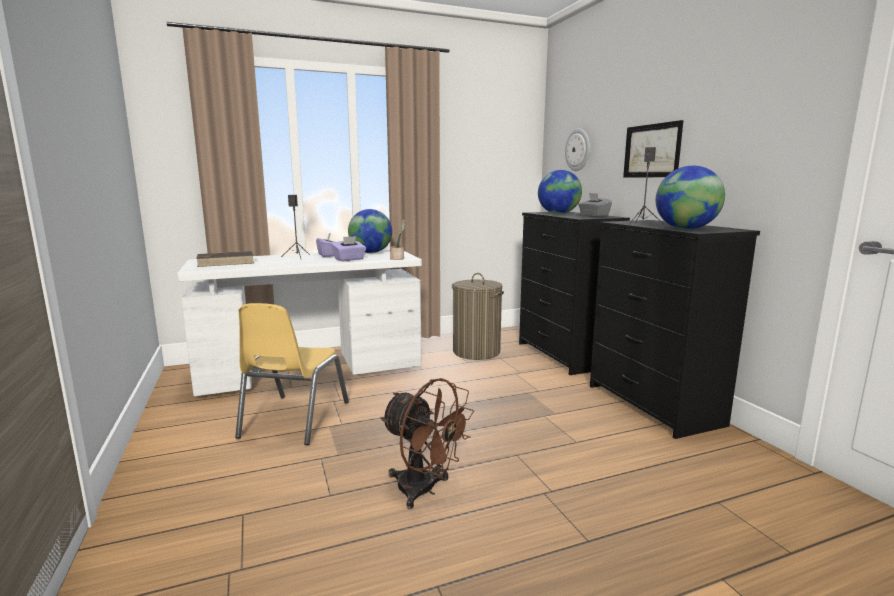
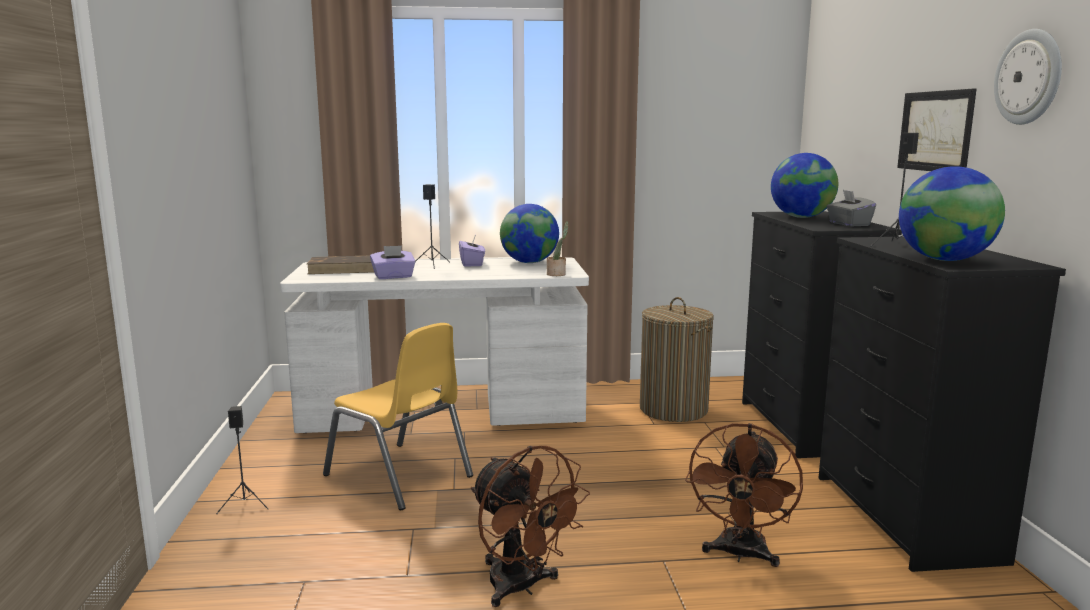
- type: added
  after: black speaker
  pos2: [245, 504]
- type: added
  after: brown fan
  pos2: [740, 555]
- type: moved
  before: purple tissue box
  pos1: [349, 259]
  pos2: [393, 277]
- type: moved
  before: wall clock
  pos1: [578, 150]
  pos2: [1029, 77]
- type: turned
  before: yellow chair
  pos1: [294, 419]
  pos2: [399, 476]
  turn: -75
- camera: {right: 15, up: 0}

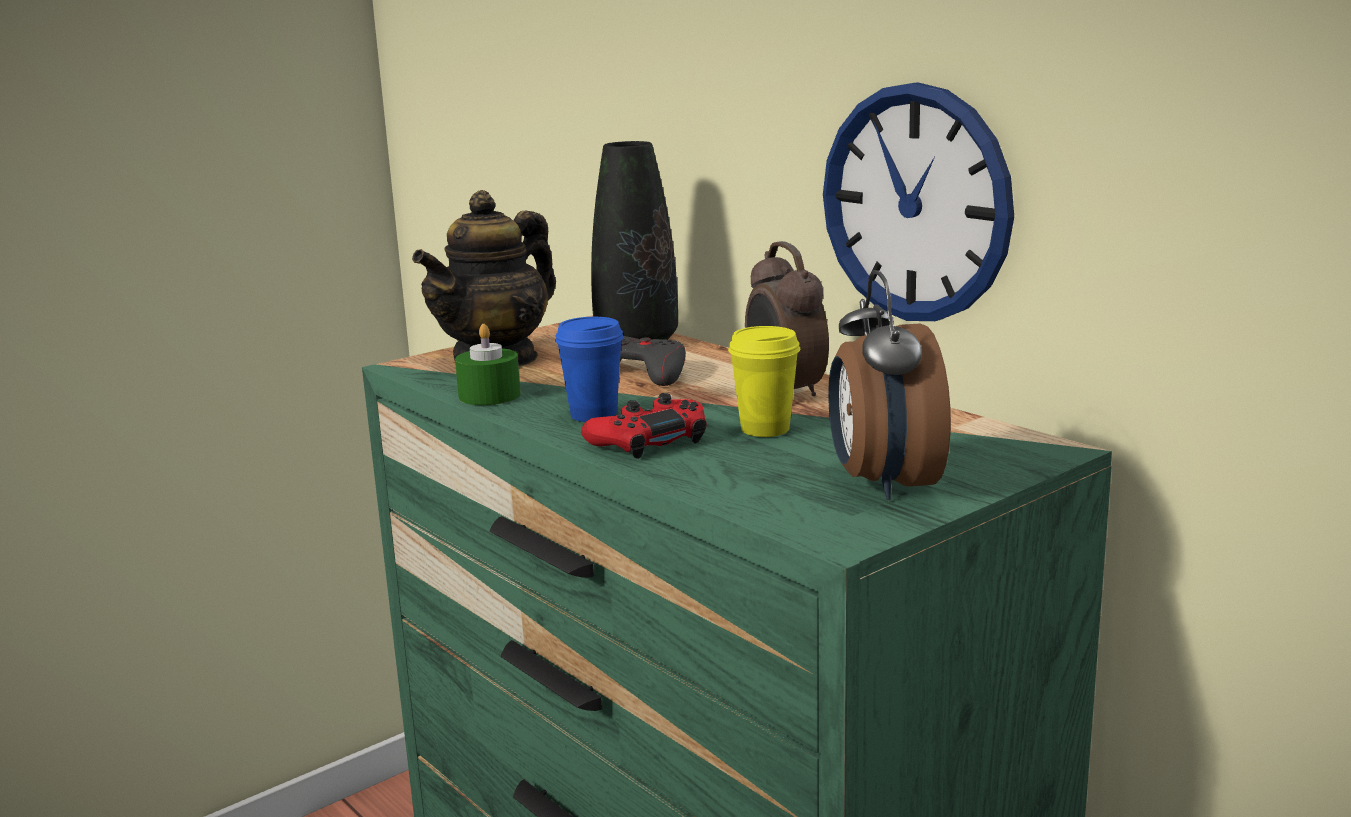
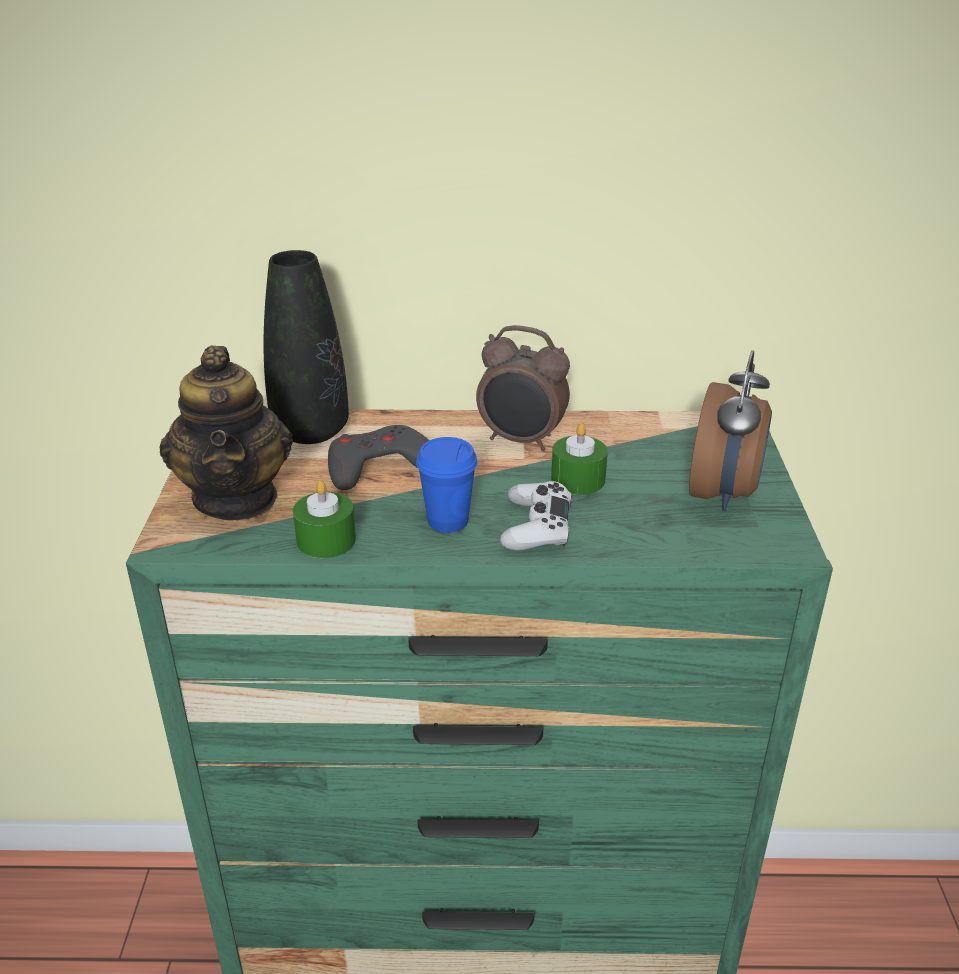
- type: removed
  before: wall clock
  pos1: [915, 204]
- type: replaced
  before: yellow cup
  after: green candle
  pos1: [765, 429]
  pos2: [578, 479]
- type: recoloured
  before: red game controller
  after: white game controller
  pos1: [648, 441]
  pos2: [536, 527]
- type: turned
  before: alarm clock
  pos1: [882, 484]
  pos2: [724, 493]
  turn: -105
- camera: {right: -50, up: 15}

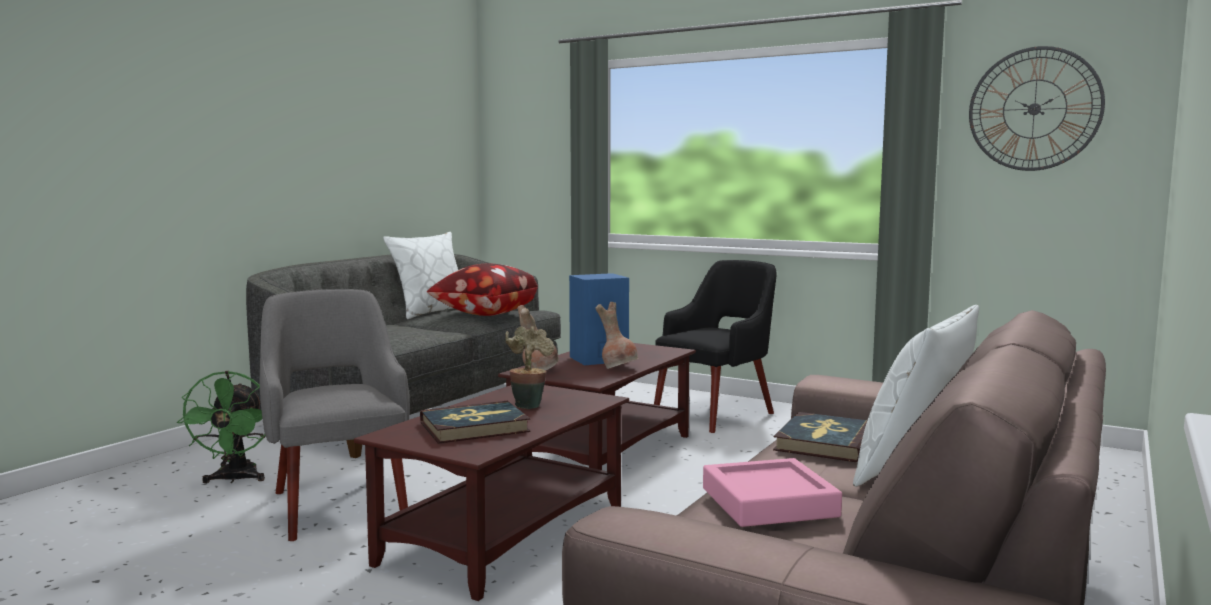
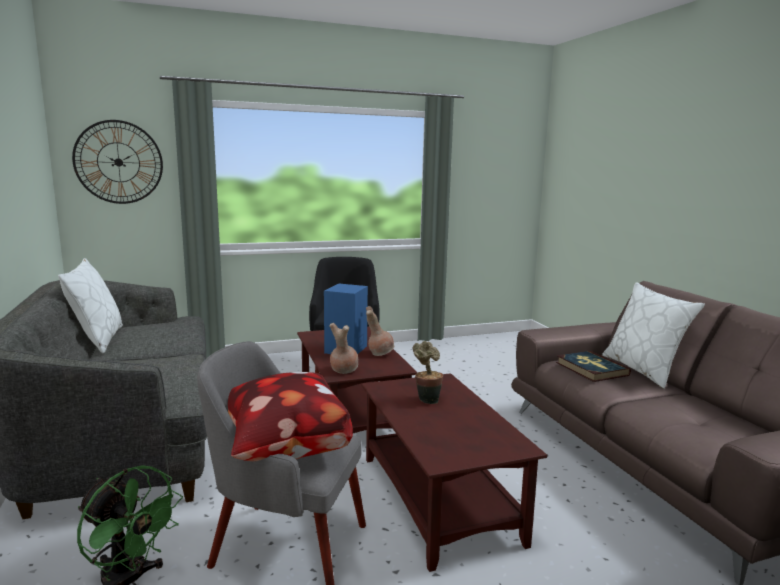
- type: removed
  before: book
  pos1: [474, 427]
- type: removed
  before: pink tray
  pos1: [769, 502]
- type: moved
  before: pillow
  pos1: [484, 314]
  pos2: [283, 449]
- type: moved
  before: wall clock
  pos1: [1034, 109]
  pos2: [118, 162]
- camera: {right: -50, up: 5}

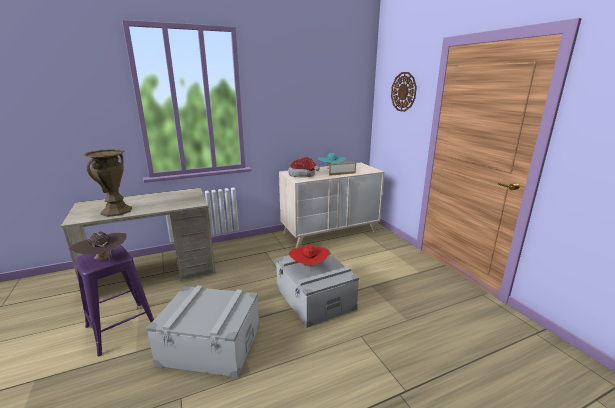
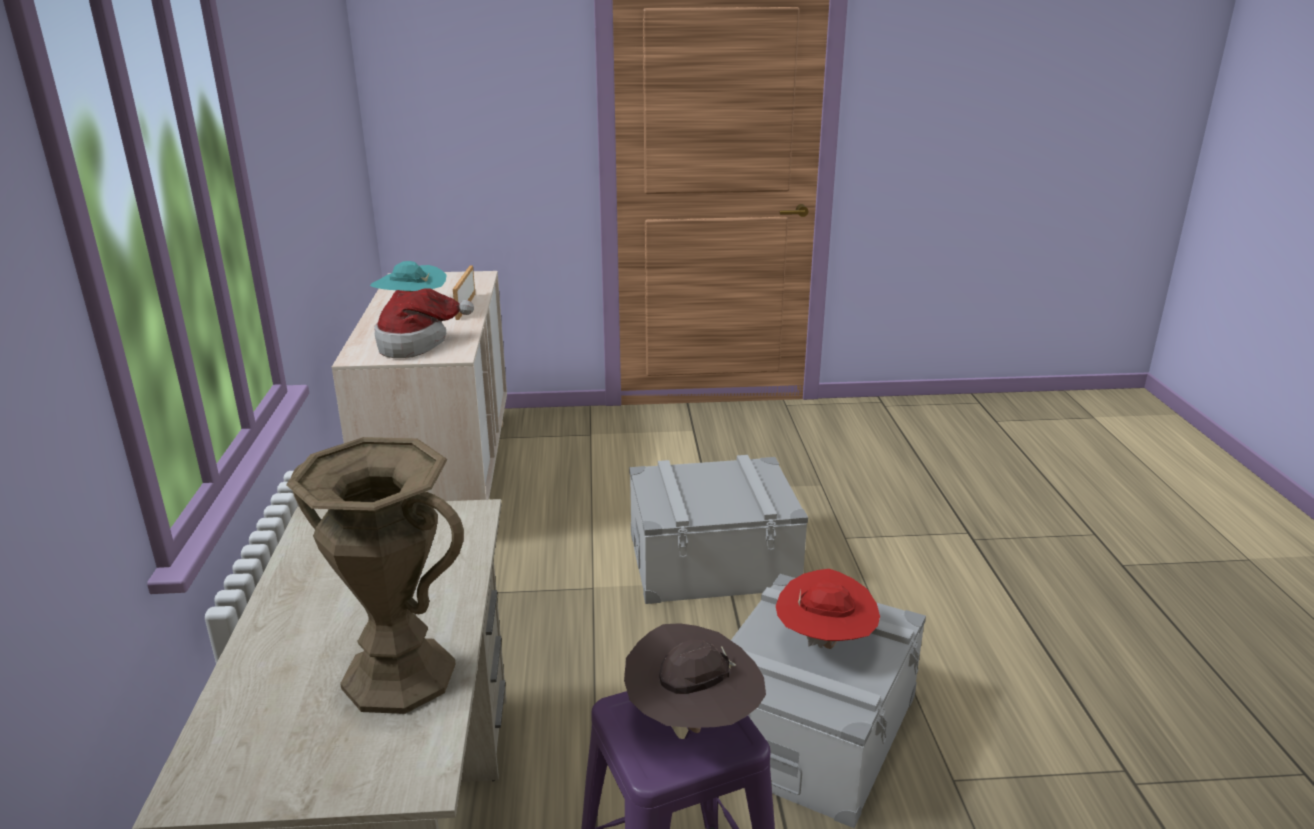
- type: removed
  before: wall clock
  pos1: [403, 92]
- type: moved
  before: red hat
  pos1: [309, 267]
  pos2: [825, 642]
- camera: {right: -70, up: 5}

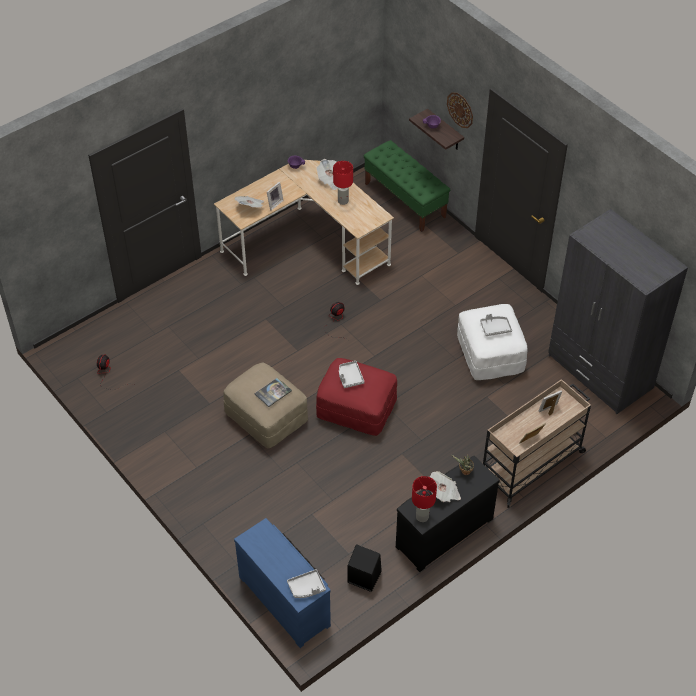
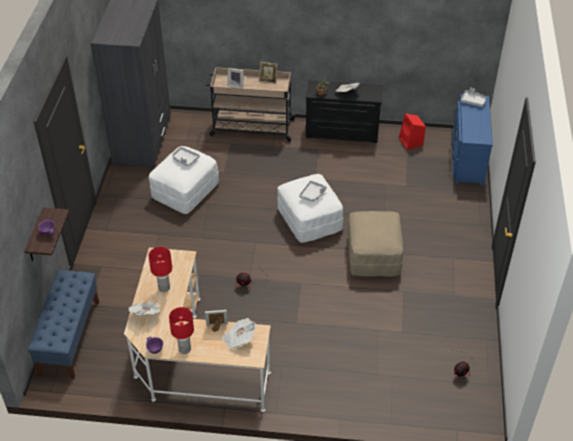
- type: removed
  before: book
  pos1: [273, 392]
- type: removed
  before: wall clock
  pos1: [460, 110]
- type: moved
  before: red table lamp
  pos1: [421, 516]
  pos2: [185, 349]
- type: recoloured
  before: red ottoman
  after: white ottoman
  pos1: [356, 409]
  pos2: [310, 220]
- type: recoloured
  before: black speaker
  after: red speaker
  pos1: [363, 577]
  pos2: [411, 142]
- type: recoloured
  before: green bench
  after: blue bench
  pos1: [405, 200]
  pos2: [69, 337]
- camera: {right: -135, up: -5}

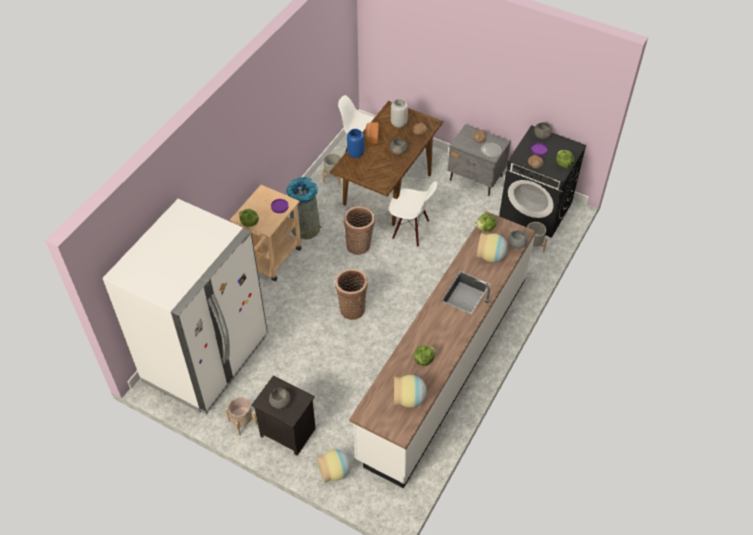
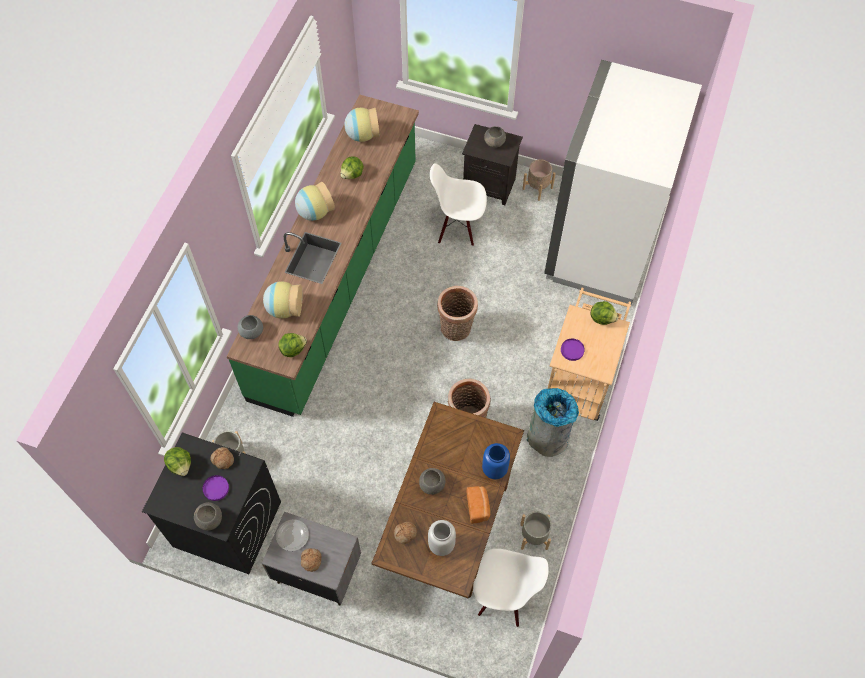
- type: moved
  before: vase
  pos1: [335, 472]
  pos2: [314, 212]
- type: moved
  before: white chair
  pos1: [410, 230]
  pos2: [458, 227]
- type: recoloured
  before: white counter
  after: green counter
  pos1: [444, 365]
  pos2: [337, 277]
- camera: {right: 170, up: 10}

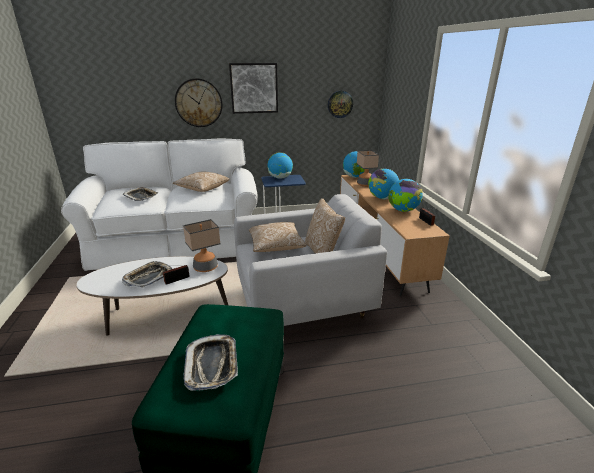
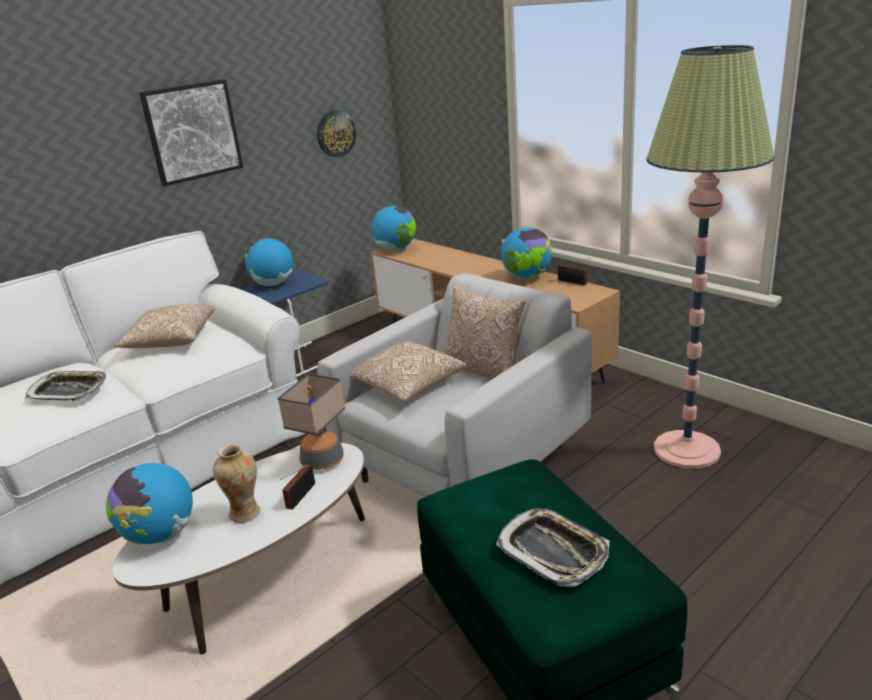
- type: removed
  before: wall clock
  pos1: [199, 103]
- type: removed
  before: table lamp
  pos1: [365, 184]
- type: added
  after: floor lamp
  pos2: [686, 450]
- type: moved
  before: globe
  pos1: [382, 198]
  pos2: [160, 535]
- type: replaced
  before: tray
  after: vase
  pos1: [148, 277]
  pos2: [245, 513]
- camera: {right: -30, up: 0}

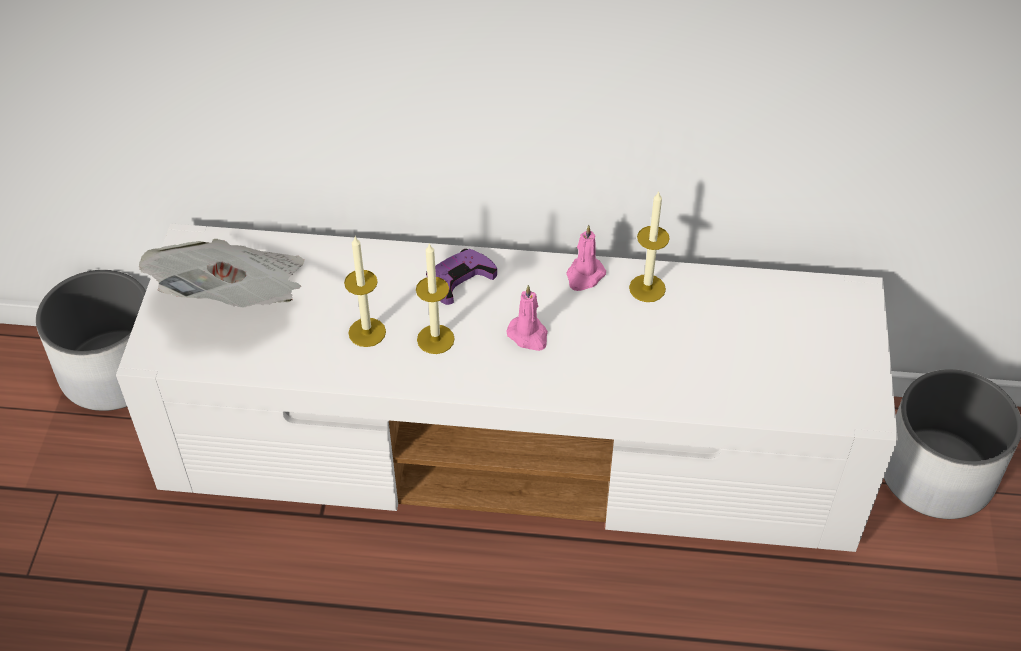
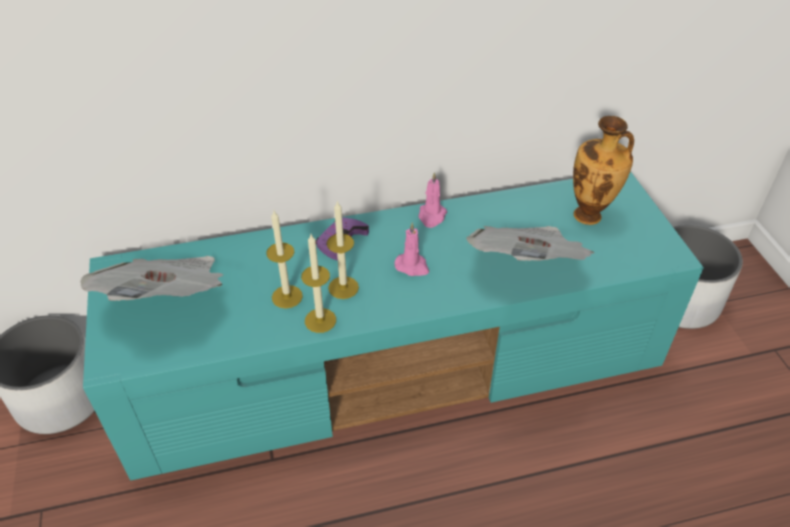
- type: added
  after: newspaper
  pos2: [526, 265]
- type: added
  after: vase
  pos2: [589, 216]
- type: moved
  before: candle
  pos1: [647, 288]
  pos2: [320, 320]
- type: recoloured
  before: white tv stand
  after: turquoise tv stand
  pos1: [515, 448]
  pos2: [397, 365]
- camera: {right: -20, up: -5}

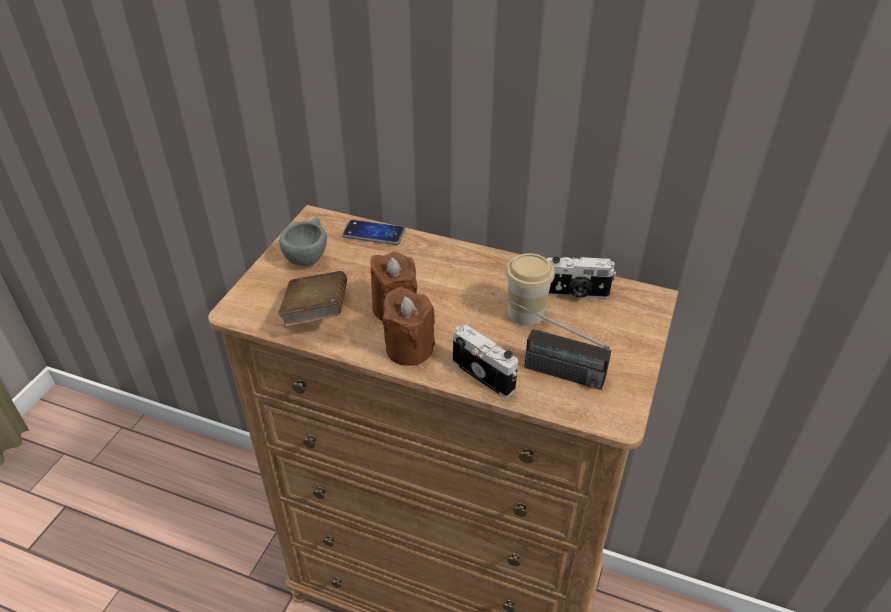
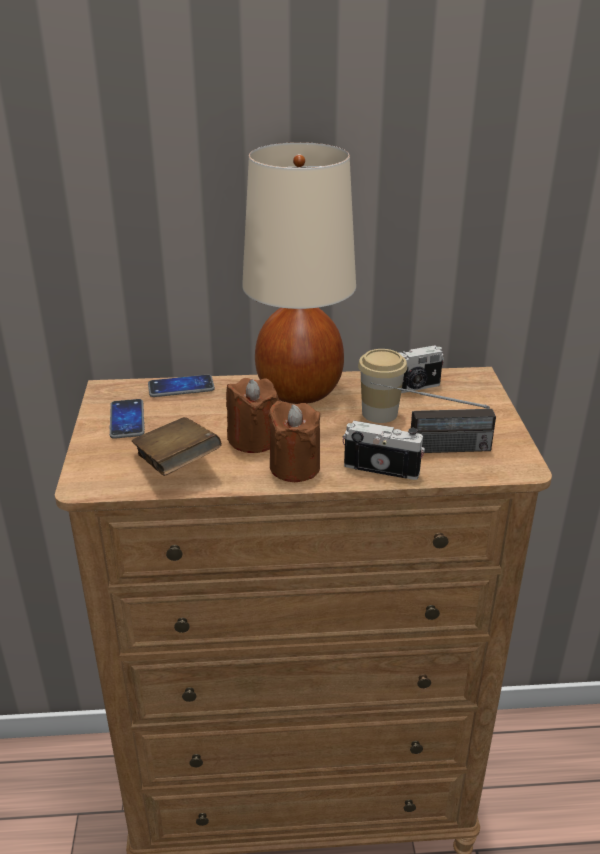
- type: added
  after: beige table lamp
  pos2: [300, 391]
- type: replaced
  before: grey cup
  after: phone
  pos1: [309, 255]
  pos2: [127, 420]
- camera: {right: -25, up: -10}

